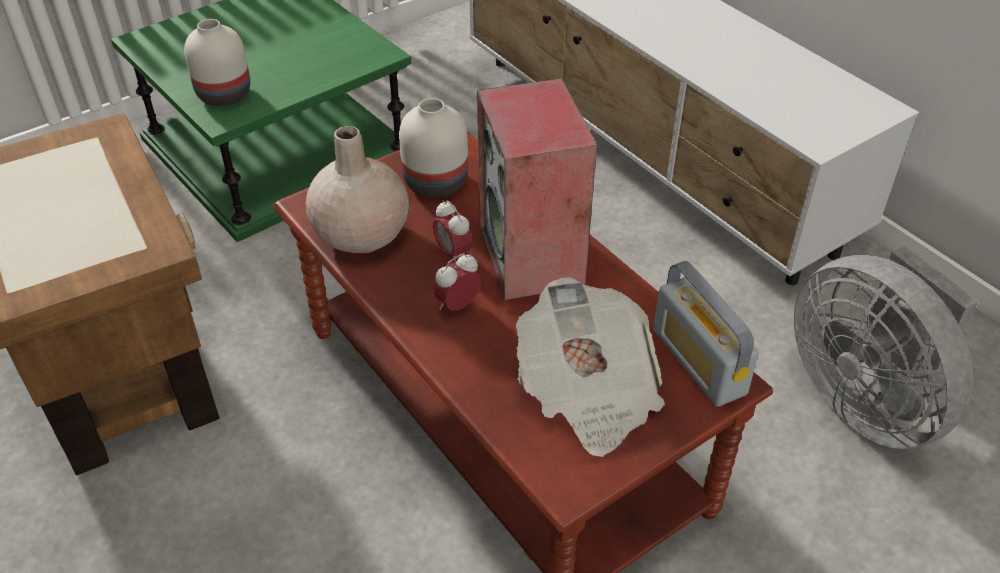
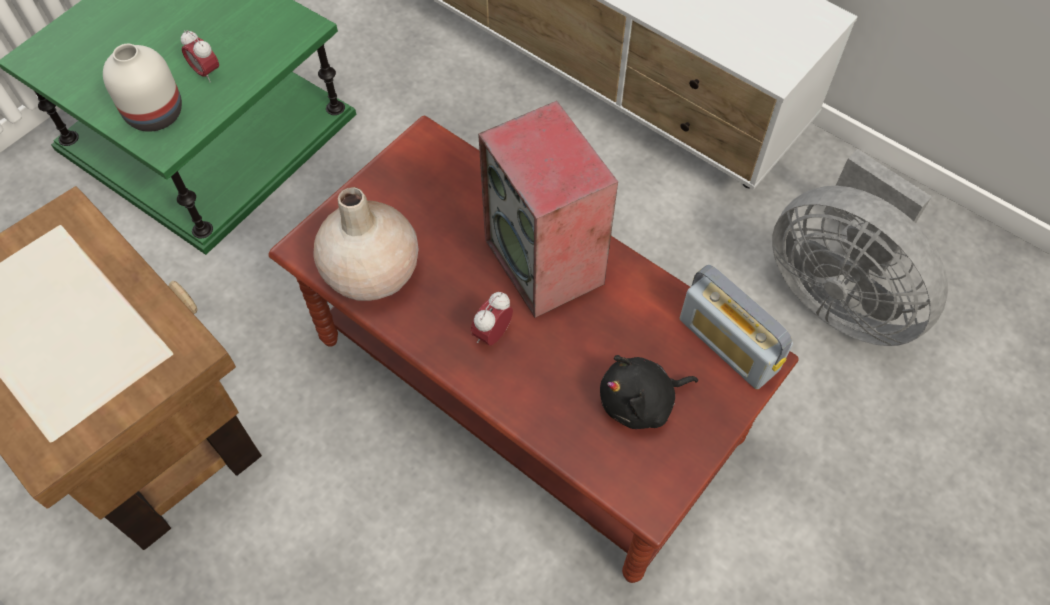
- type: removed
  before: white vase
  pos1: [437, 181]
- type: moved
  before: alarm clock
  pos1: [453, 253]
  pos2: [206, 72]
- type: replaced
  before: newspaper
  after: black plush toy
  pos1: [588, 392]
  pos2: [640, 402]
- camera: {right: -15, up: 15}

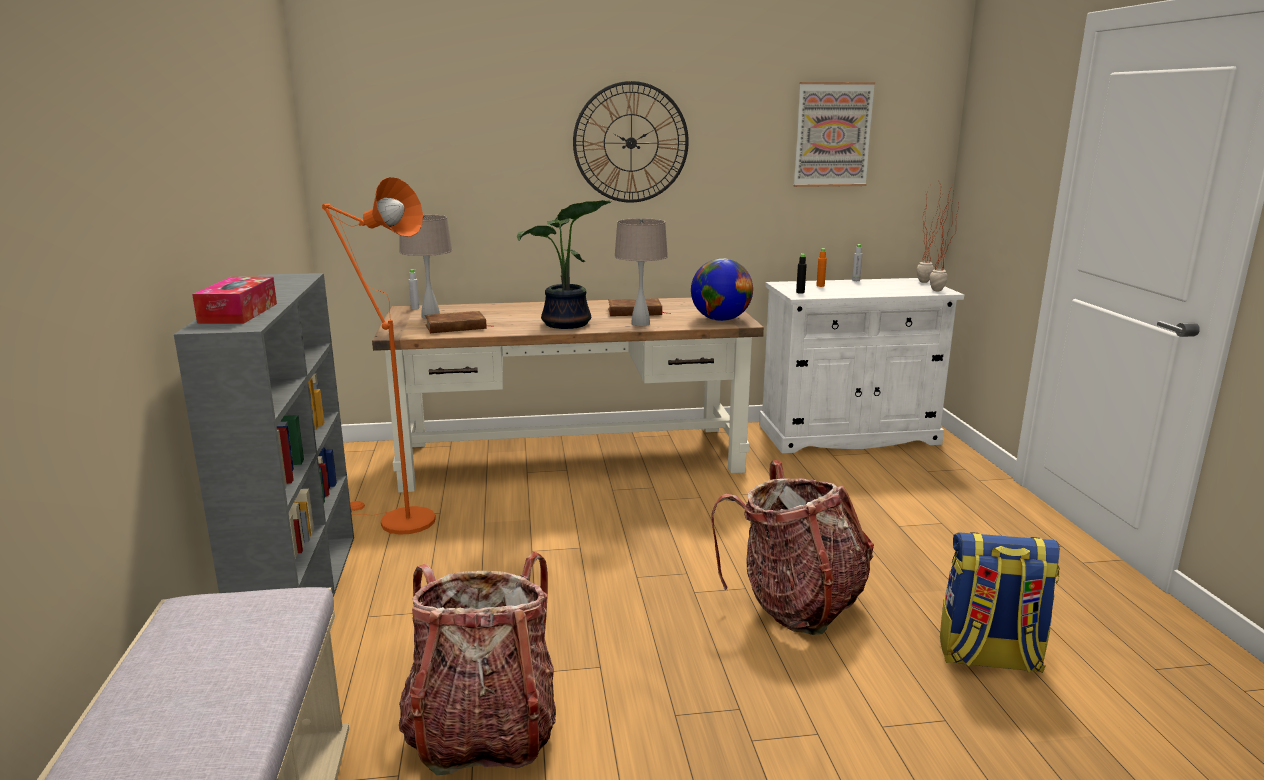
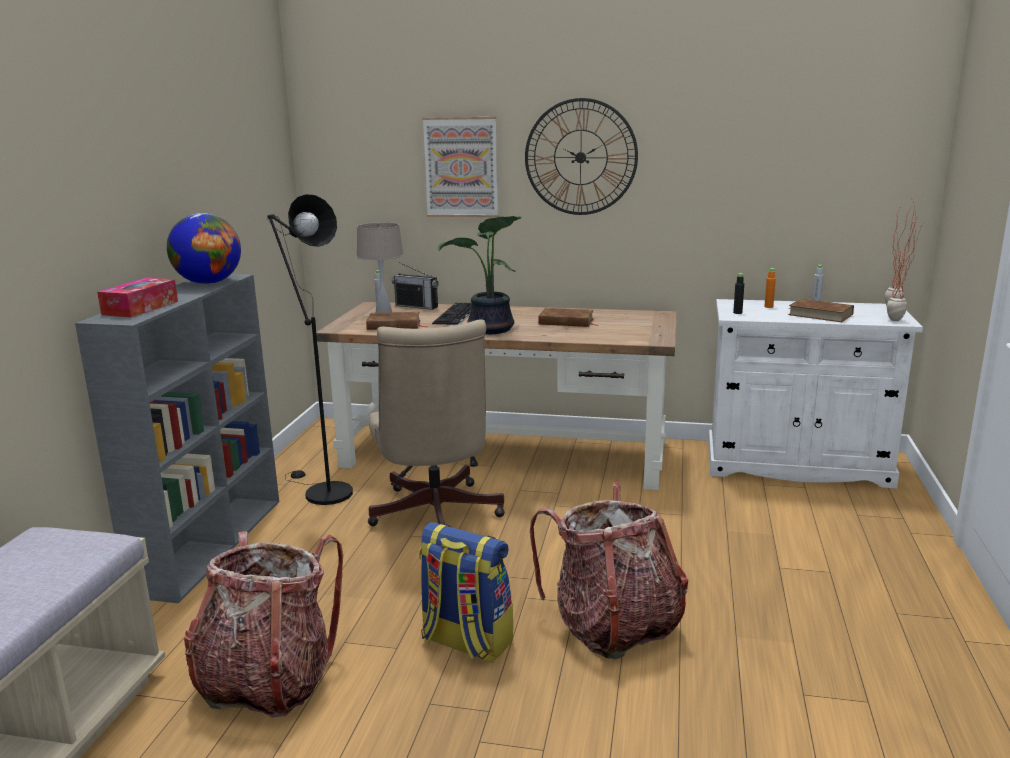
- type: removed
  before: beige table lamp
  pos1: [641, 323]
- type: added
  after: beige office chair
  pos2: [435, 516]
- type: added
  after: radio
  pos2: [416, 306]
- type: added
  after: keyboard
  pos2: [457, 314]
- type: added
  after: brown book
  pos2: [820, 314]
- type: moved
  before: globe
  pos1: [720, 319]
  pos2: [208, 283]
- type: moved
  before: picture
  pos1: [832, 135]
  pos2: [461, 167]
- type: moved
  before: backpack
  pos1: [988, 657]
  pos2: [465, 642]
- type: recoloured
  before: orange floor lamp
  after: black floor lamp
  pos1: [398, 520]
  pos2: [322, 491]
- camera: {right: 20, up: 0}

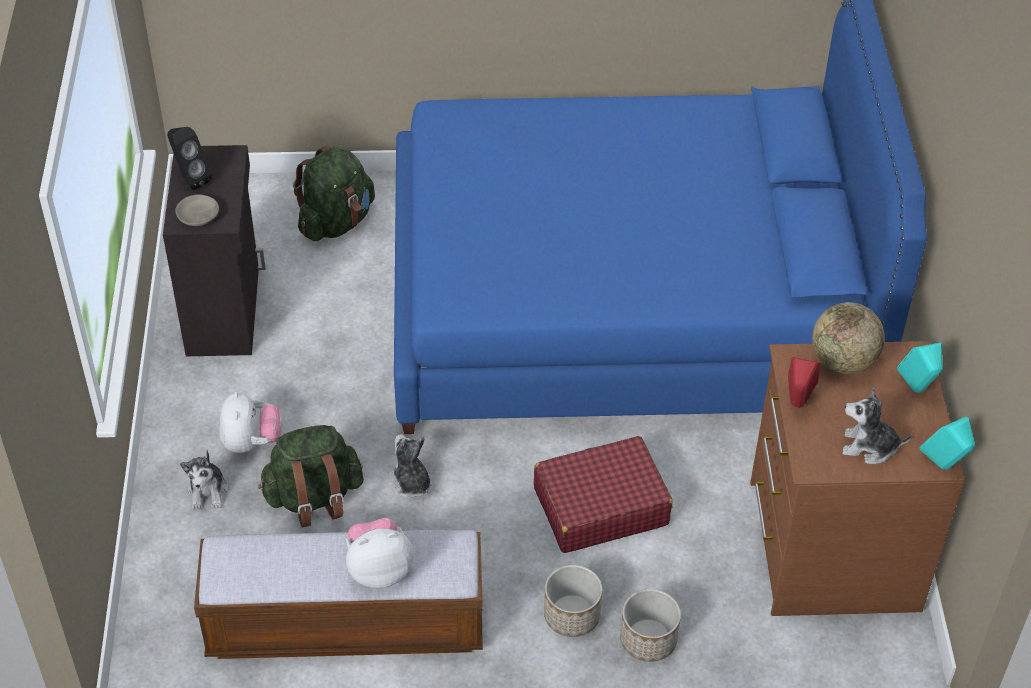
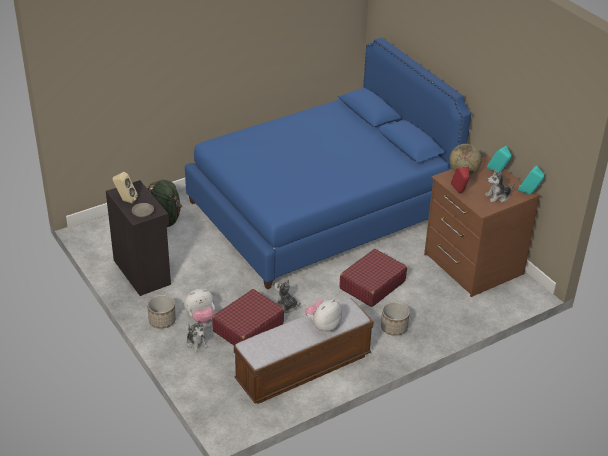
- type: moved
  before: planter
  pos1: [648, 639]
  pos2: [162, 320]
- type: replaced
  before: green backpack
  after: red suitcase
  pos1: [314, 498]
  pos2: [248, 327]
- type: recoloured
  before: black speaker
  after: beige speaker
  pos1: [190, 179]
  pos2: [125, 200]
- type: turned
  before: plush toy
  pos1: [251, 442]
  pos2: [200, 317]
  turn: 105
- camera: {right: -30, up: -10}

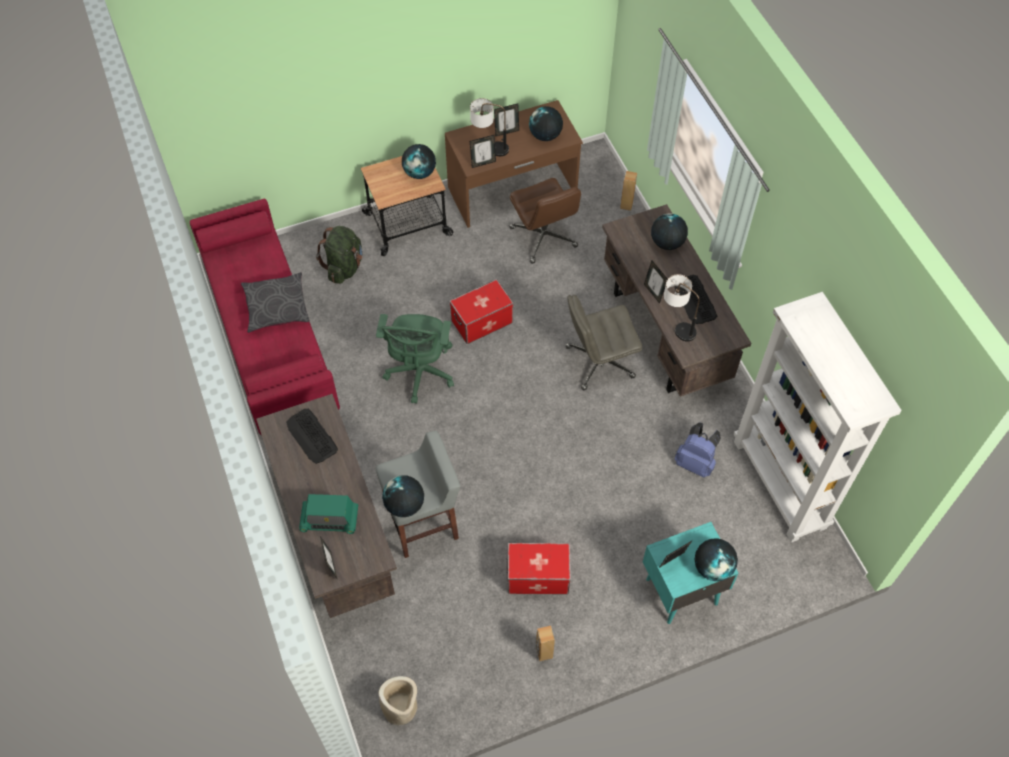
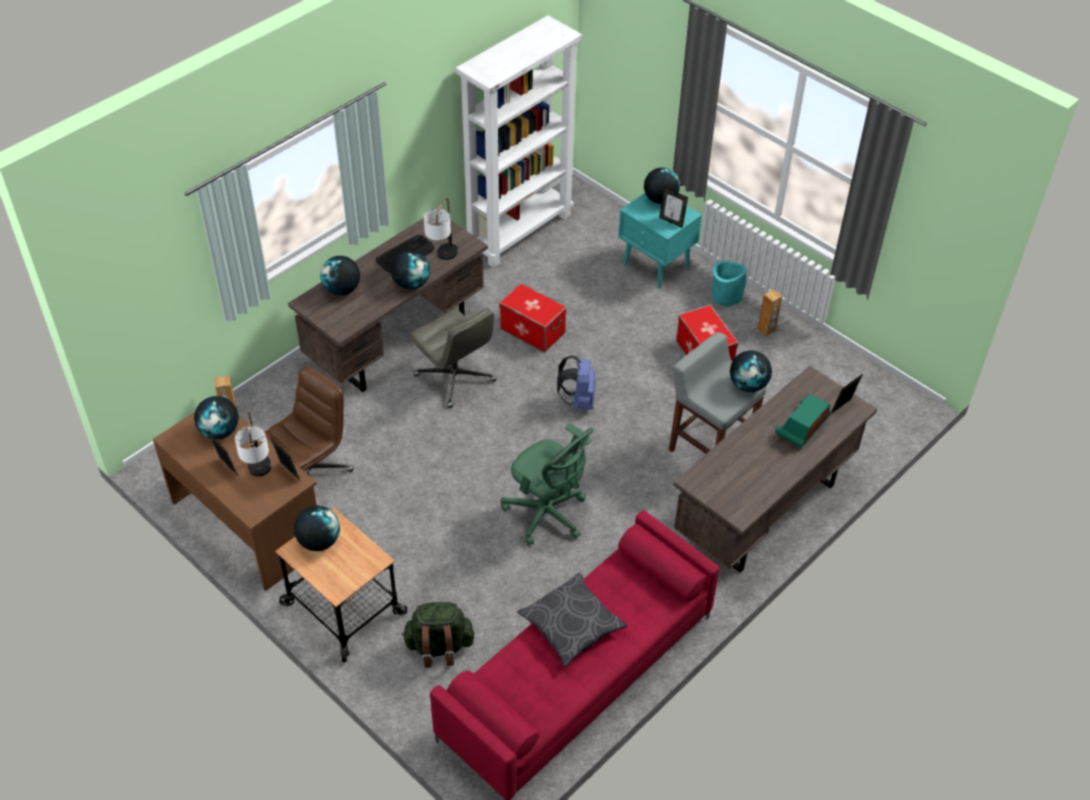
- type: removed
  before: keyboard
  pos1: [312, 436]
- type: removed
  before: beige planter
  pos1: [401, 707]
- type: added
  after: turquoise planter
  pos2: [726, 296]
- type: moved
  before: storage box
  pos1: [482, 322]
  pos2: [533, 330]
- type: moved
  before: blue backpack
  pos1: [695, 462]
  pos2: [578, 400]
- type: replaced
  before: picture frame
  after: globe
  pos1: [653, 292]
  pos2: [411, 283]
- type: turned
  before: radio
  pos1: [329, 519]
  pos2: [802, 427]
  turn: -120
- type: turned
  before: green office chair
  pos1: [420, 373]
  pos2: [547, 515]
  turn: 60
- camera: {right: -115, up: -10}

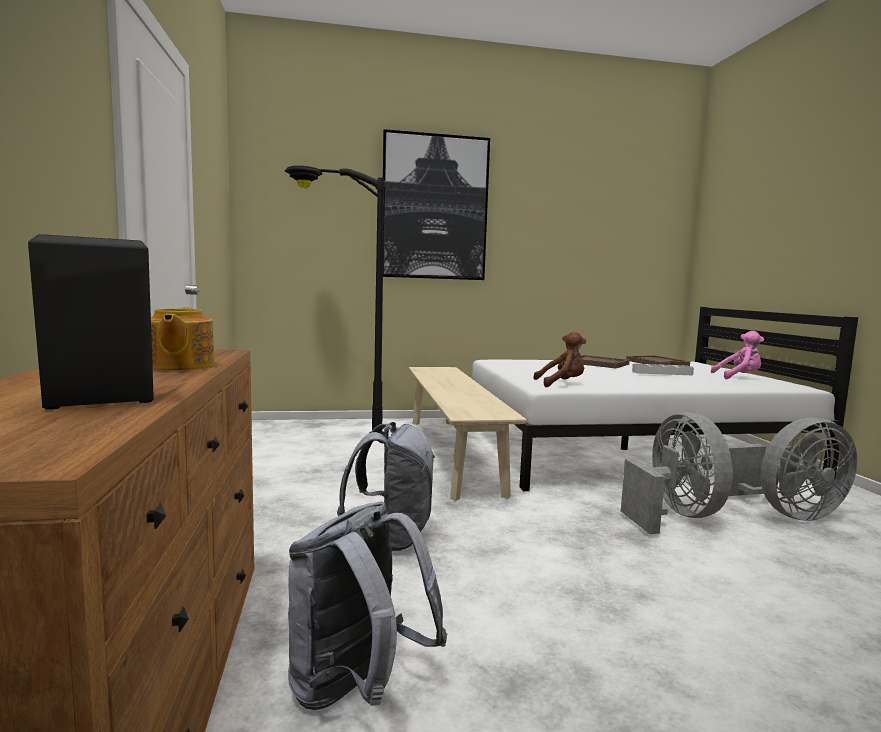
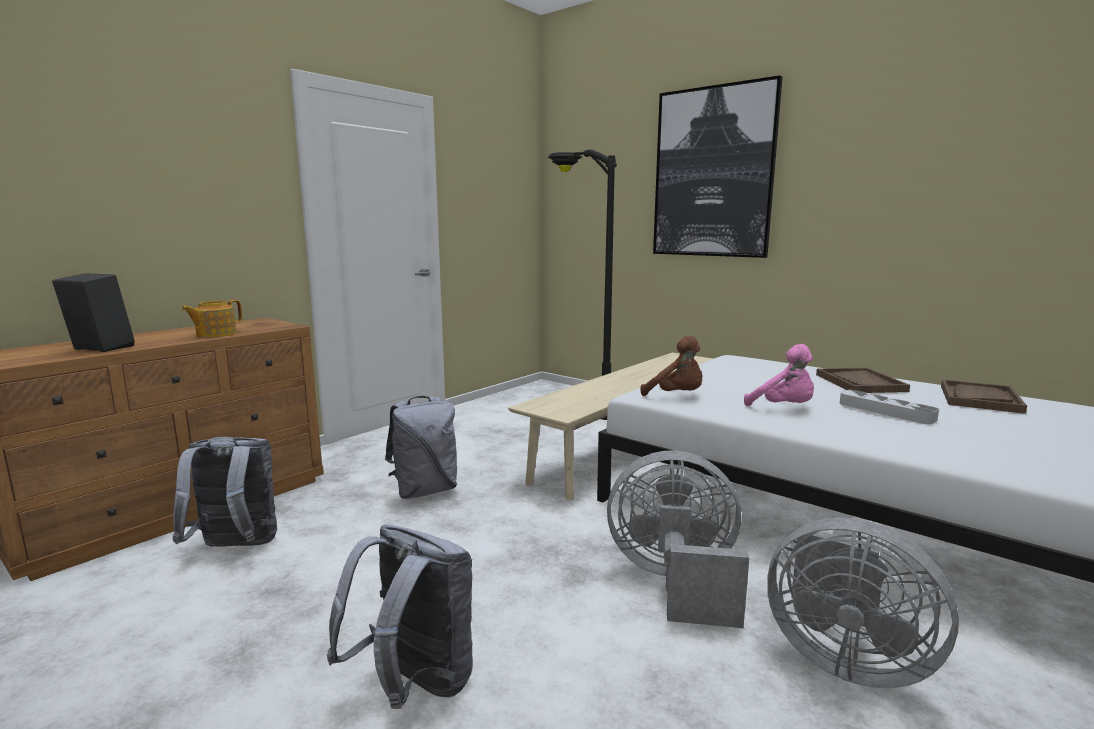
- type: added
  after: grey backpack
  pos2: [414, 685]
- type: moved
  before: pink plush toy
  pos1: [739, 377]
  pos2: [784, 408]
- type: turned
  before: grey fan
  pos1: [674, 516]
  pos2: [675, 583]
  turn: -120
- camera: {right: 50, up: 5}

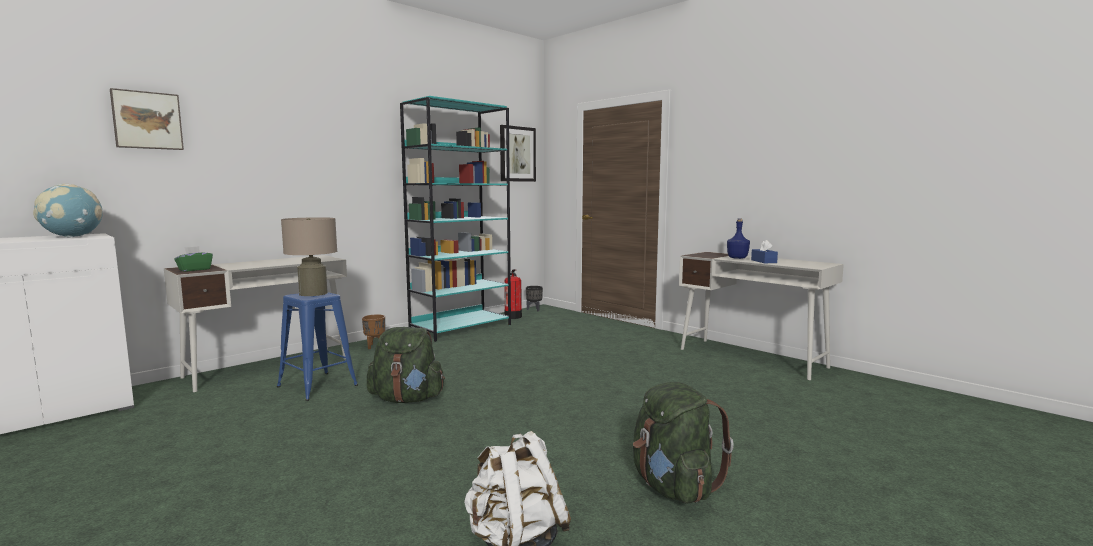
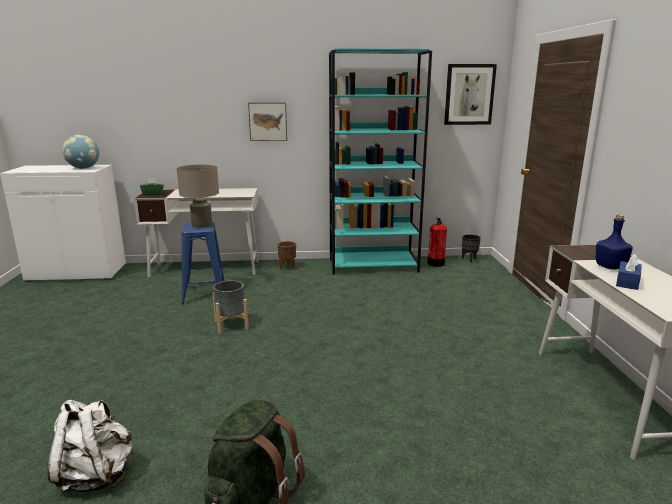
- type: moved
  before: picture
  pos1: [147, 120]
  pos2: [268, 121]
- type: replaced
  before: green backpack
  after: grey planter
  pos1: [407, 399]
  pos2: [231, 324]
- camera: {right: 40, up: 10}

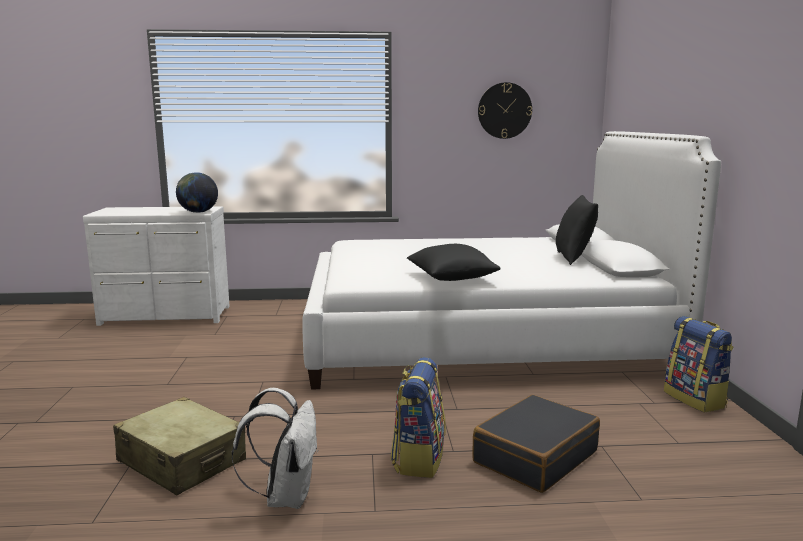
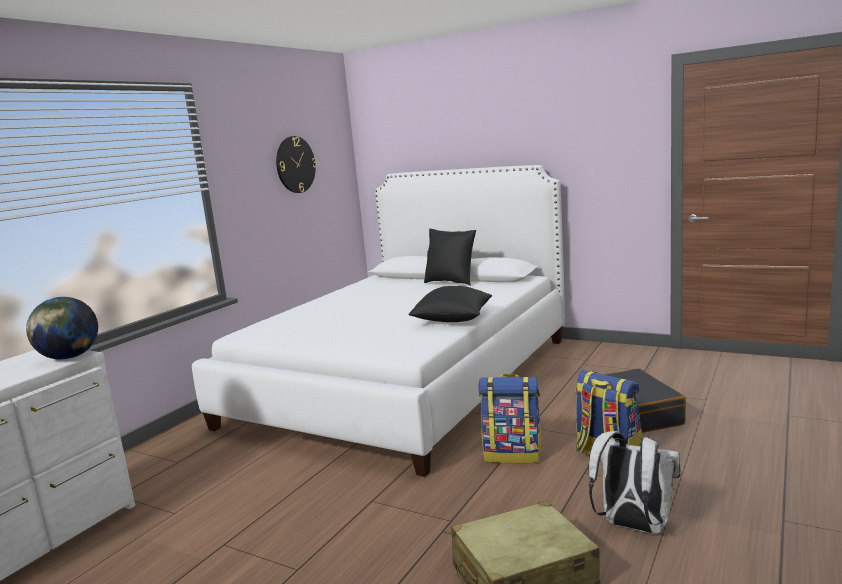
- type: moved
  before: backpack
  pos1: [695, 399]
  pos2: [513, 454]
- camera: {right: -55, up: 0}

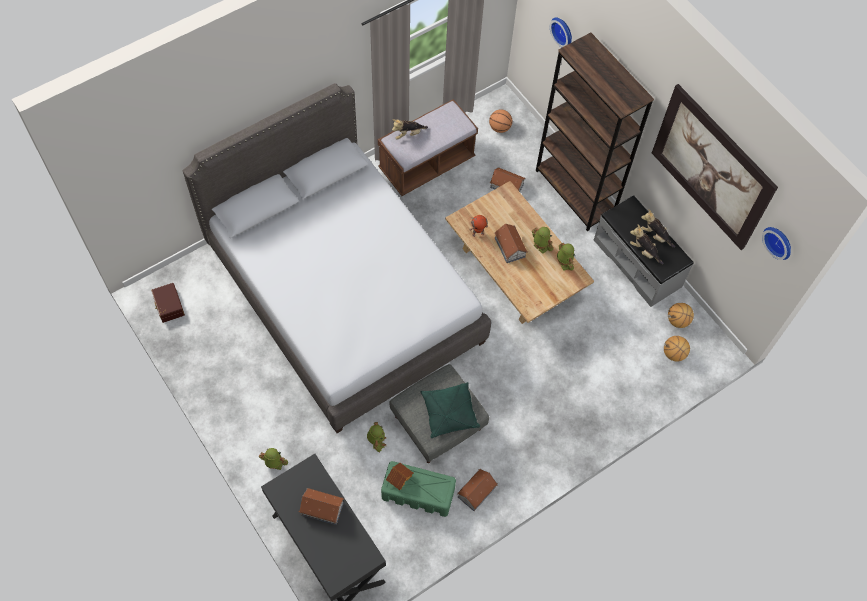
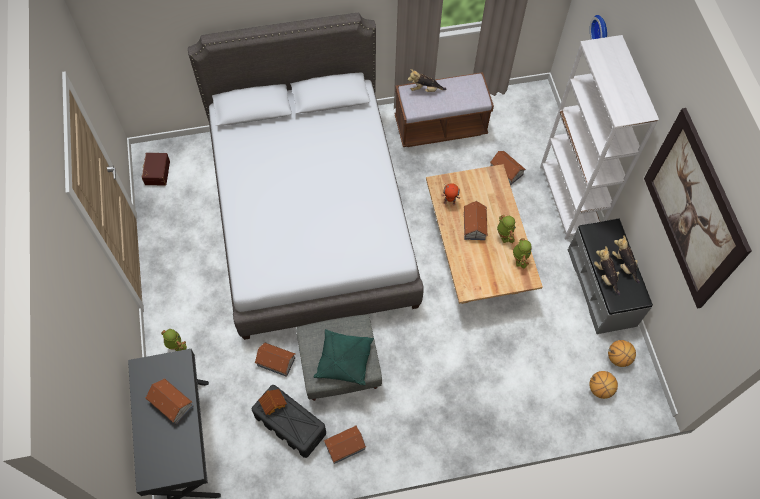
- type: removed
  before: basketball
  pos1: [499, 128]
- type: removed
  before: wall clock
  pos1: [779, 241]
- type: replaced
  before: toy robot
  after: toy house
  pos1: [376, 441]
  pos2: [276, 361]
- type: recoloured
  before: green storage box
  after: black storage box
  pos1: [417, 493]
  pos2: [290, 424]
- type: recoloured
  before: brown bookcase
  after: white bookcase
  pos1: [575, 192]
  pos2: [569, 199]
- camera: {right: 25, up: 0}

